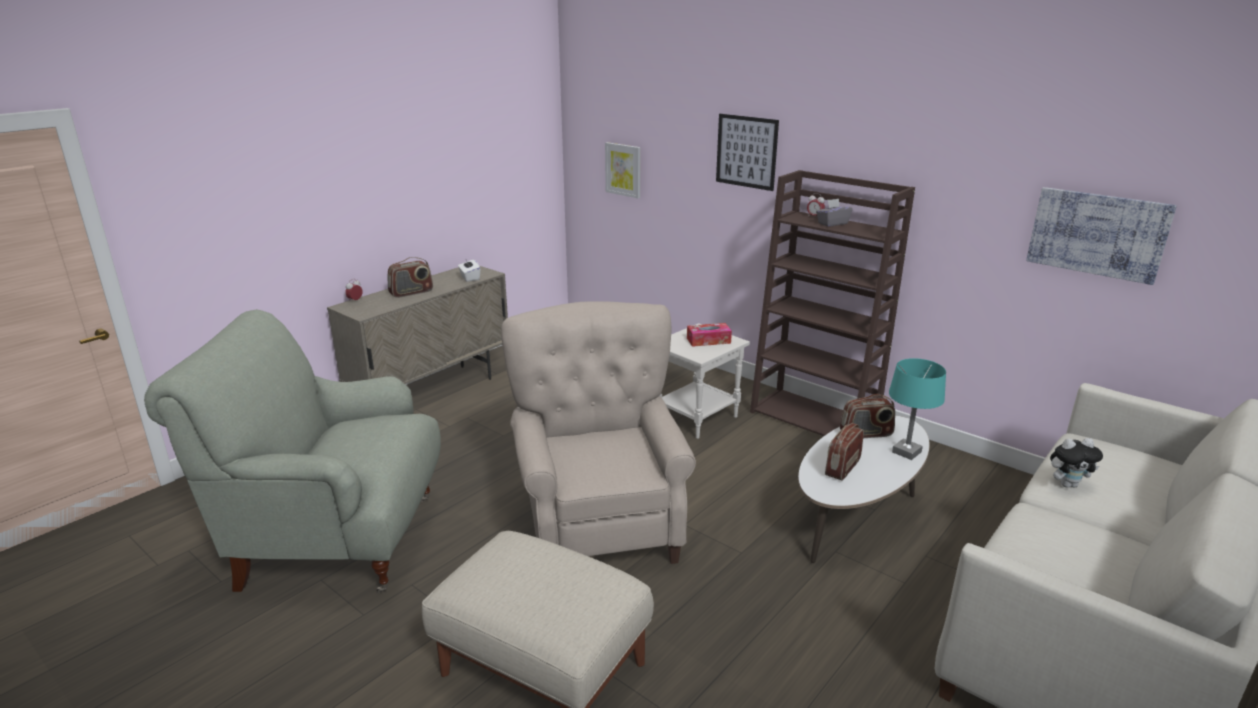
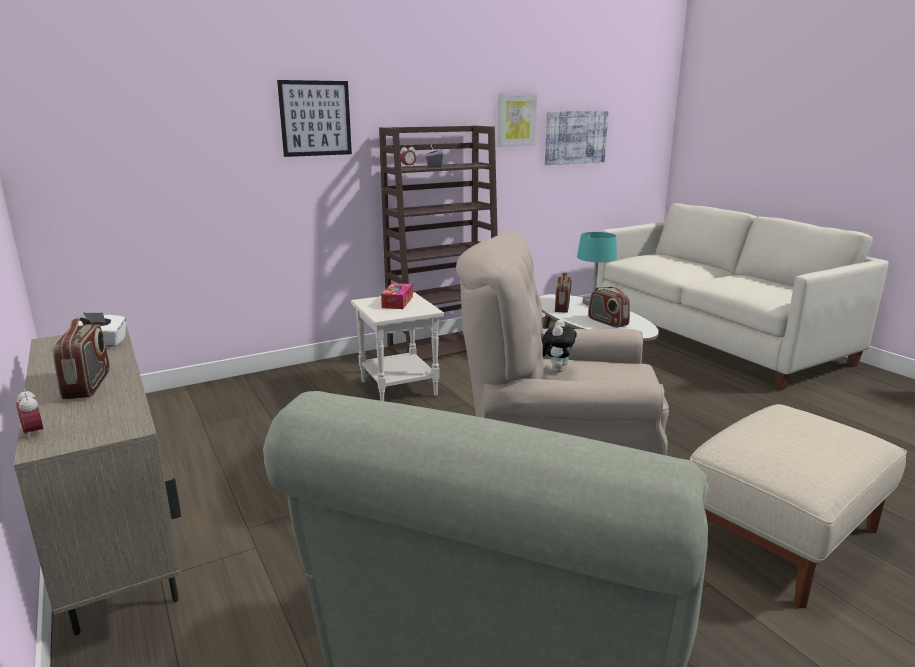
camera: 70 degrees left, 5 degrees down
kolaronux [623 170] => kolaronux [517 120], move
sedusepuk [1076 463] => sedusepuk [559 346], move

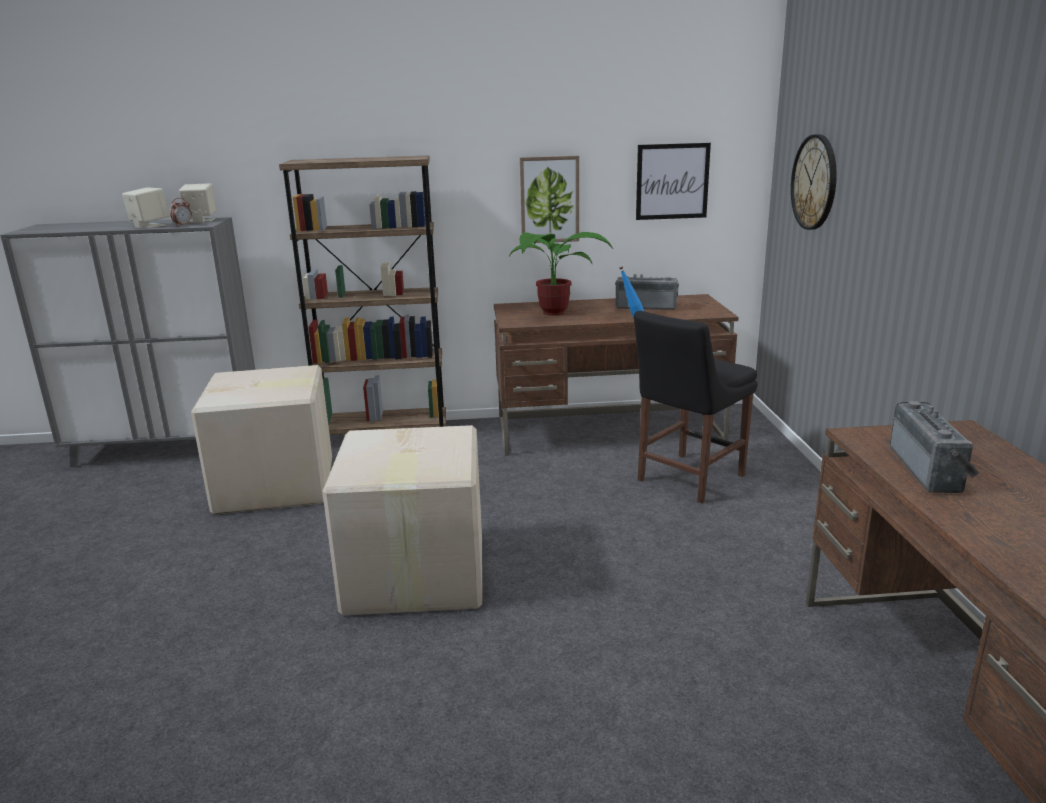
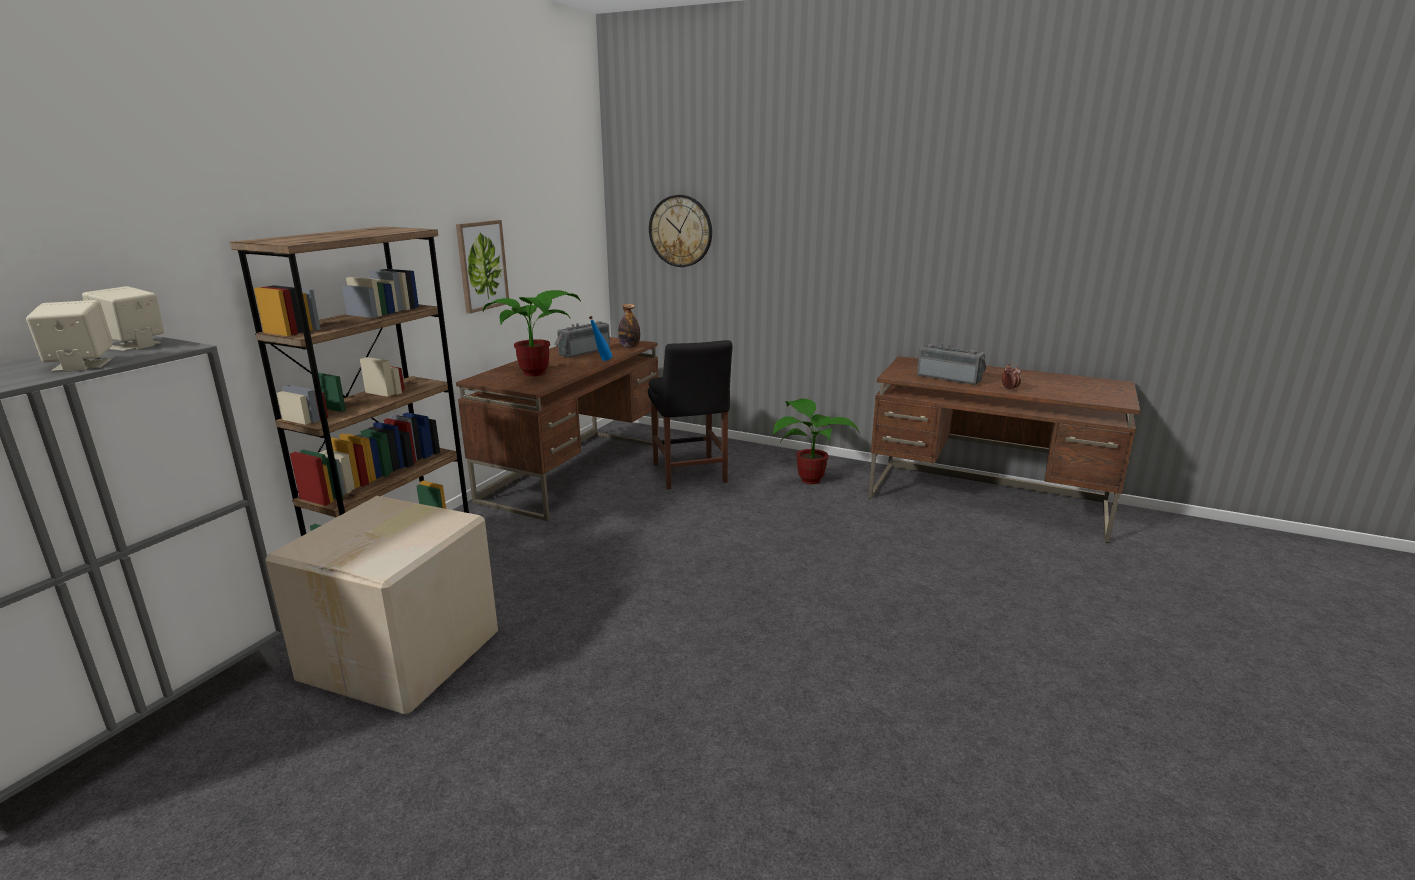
camera: 60 degrees left, 0 degrees up
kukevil [402 520] => nothing
kolaronux [673 181] => nothing
nothing => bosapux [629 326]
nothing => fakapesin [816 441]
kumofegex [181 212] => kumofegex [1011 377], move

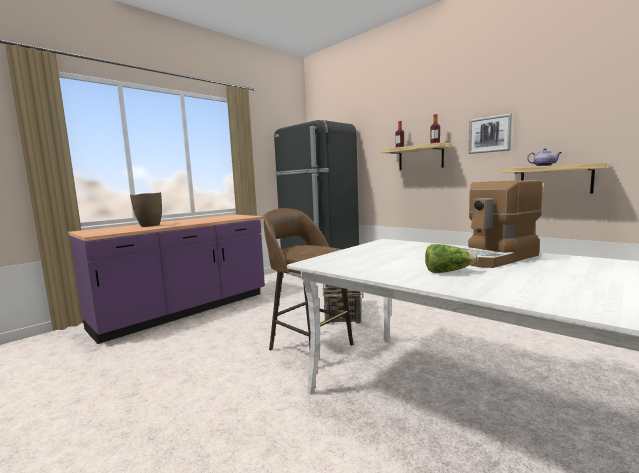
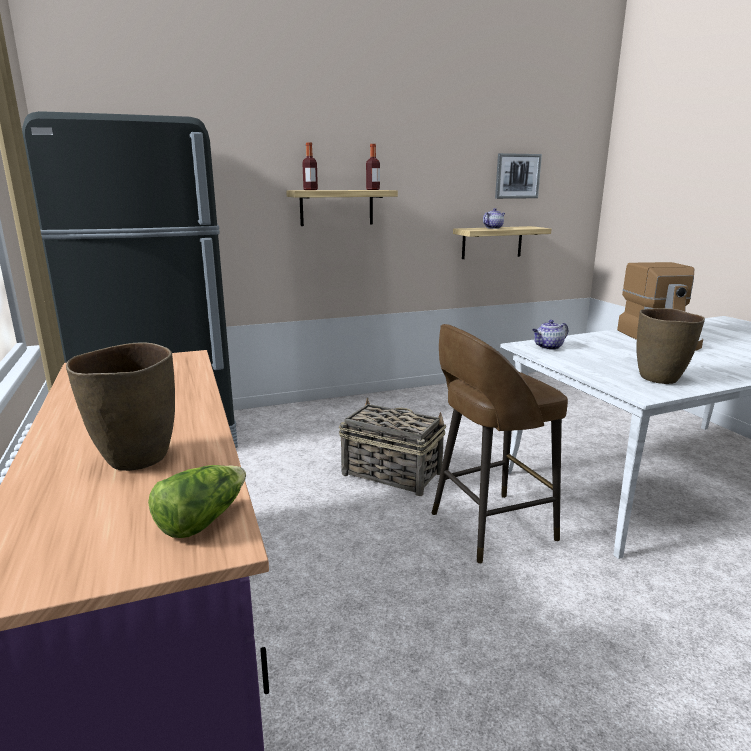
camera: 65 degrees left, 10 degrees up
nothing => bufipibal [550 335]
nothing => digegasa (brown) [670 346]
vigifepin [451 258] => vigifepin [197 501], move
kolaronux [490 134] => kolaronux [518 176], move

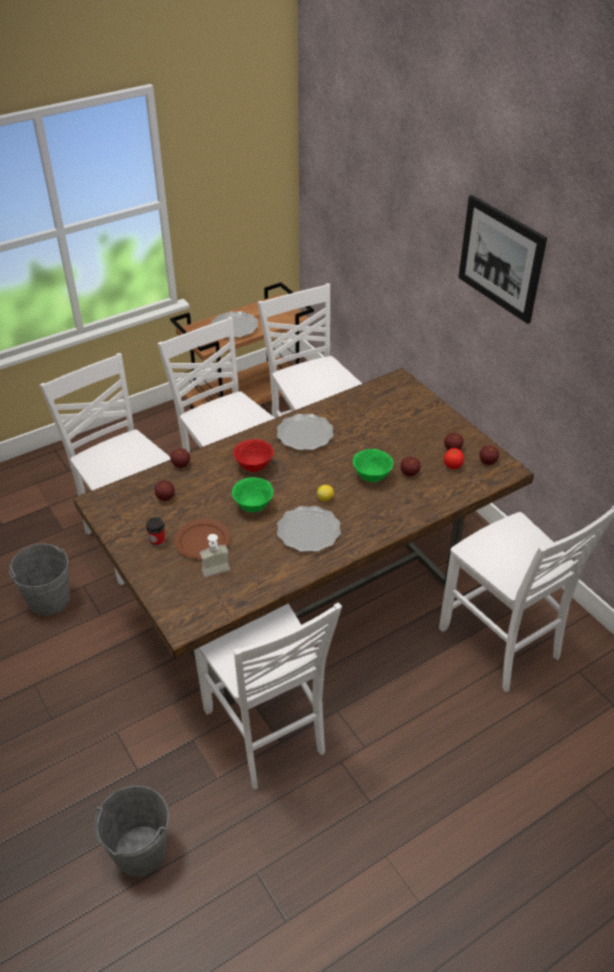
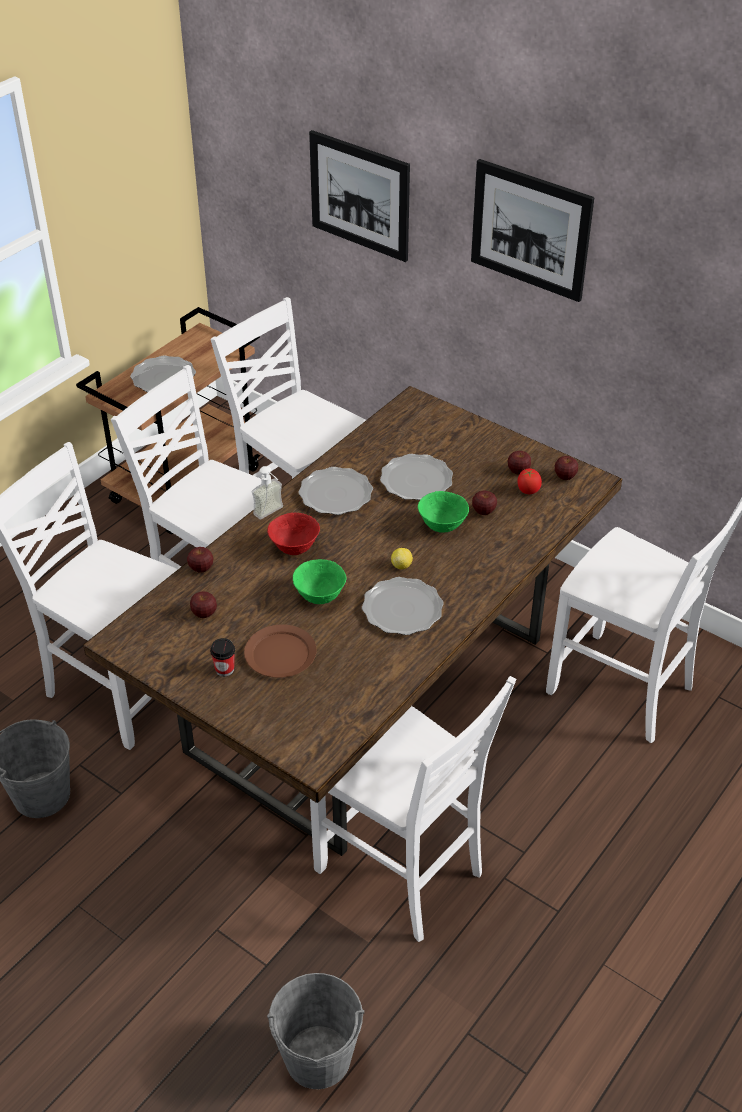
camera: 20 degrees left, 0 degrees up
nothing => kolaronux [359 196]
nothing => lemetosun [416 477]
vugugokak [215 555] => vugugokak [267 492], move

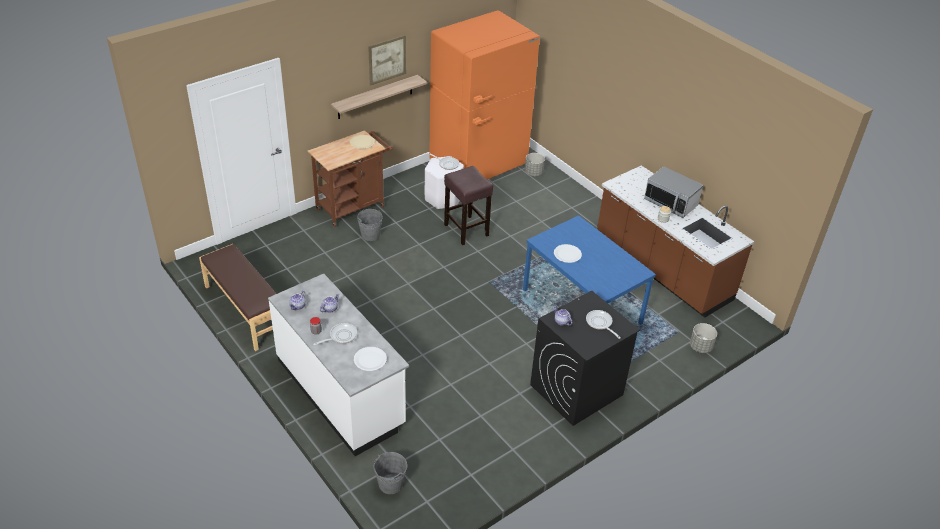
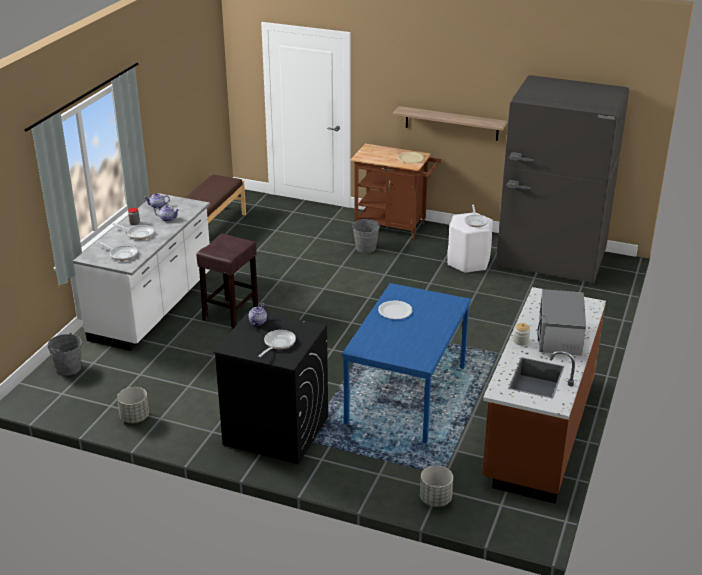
camera: 60 degrees right, 10 degrees down
kolaronux [387 60] => nothing
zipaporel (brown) [468 205] => zipaporel (brown) [227 281], move
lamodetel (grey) [535 164] => lamodetel (grey) [133 405], move
lemetosun (white) [370 359] => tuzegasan [117 251]
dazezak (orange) [484 94] => dazezak (grey) [562 179]

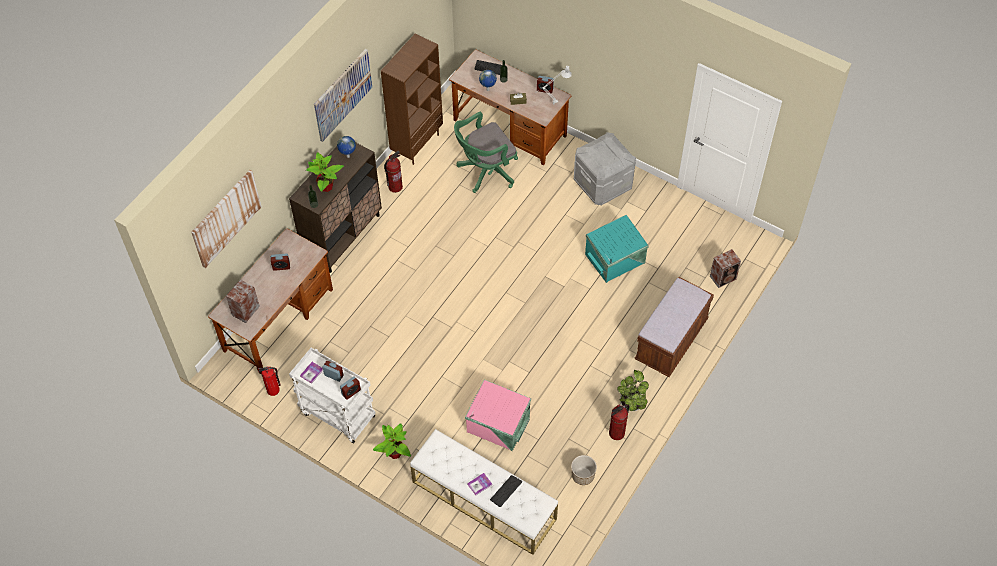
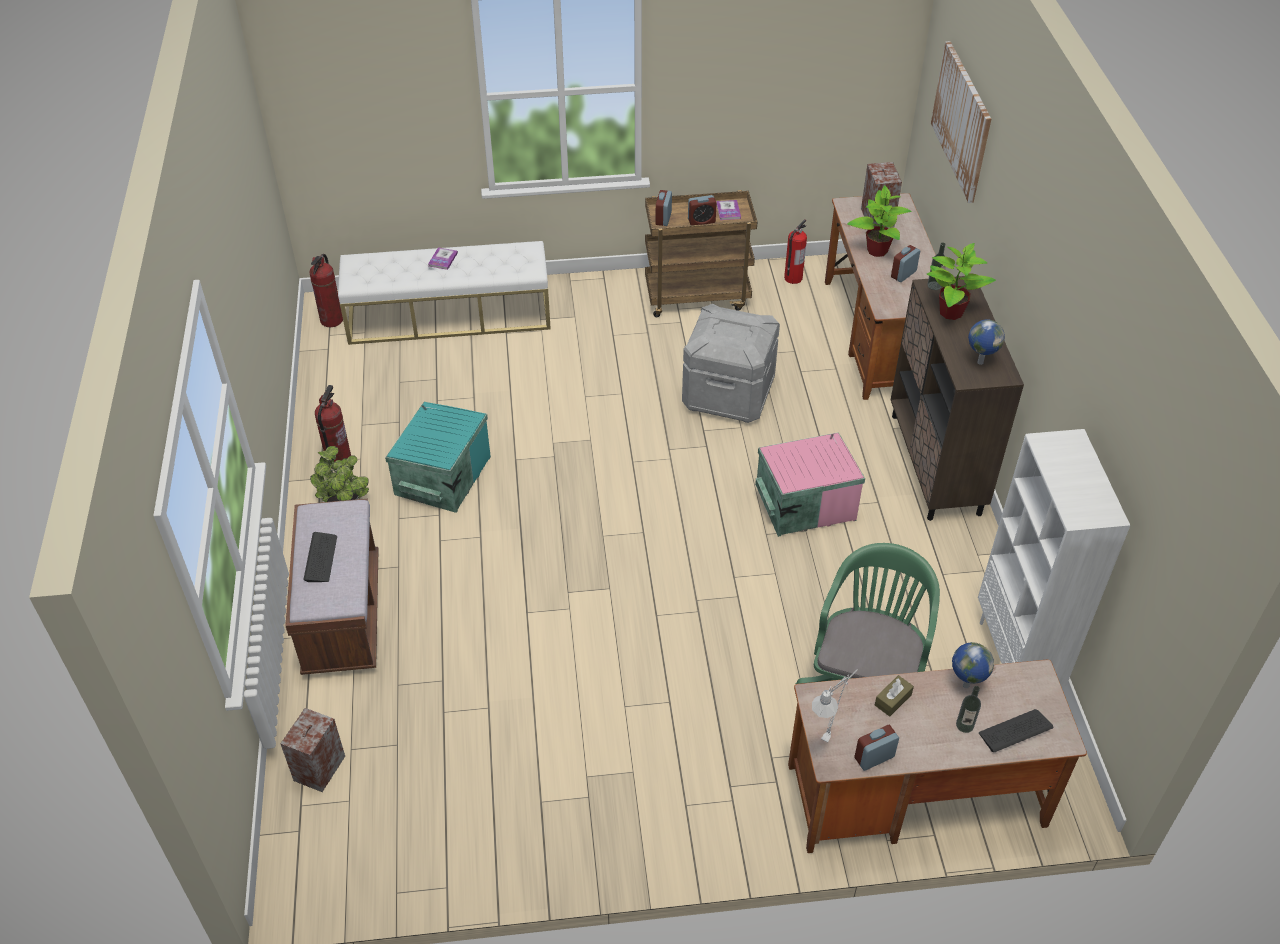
camera: 140 degrees right, 10 degrees down
kolaronux [343 95] => nothing
lamodetel [584 470] => nothing
fakapesin [392 441] => fakapesin [879 221], move
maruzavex [393 172] => maruzavex [326 290], move
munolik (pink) [498 415] => munolik (pink) [810 484], move
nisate [506 491] => nisate [320 557], move
munolik (grey) [605 168] => munolik (grey) [731 363], move
munolik (turquoise) [617 249] => munolik (turquoise) [438 457], move
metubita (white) [332 395] => metubita (brown) [701 253]
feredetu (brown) [412 99] => feredetu (white) [1054 557]

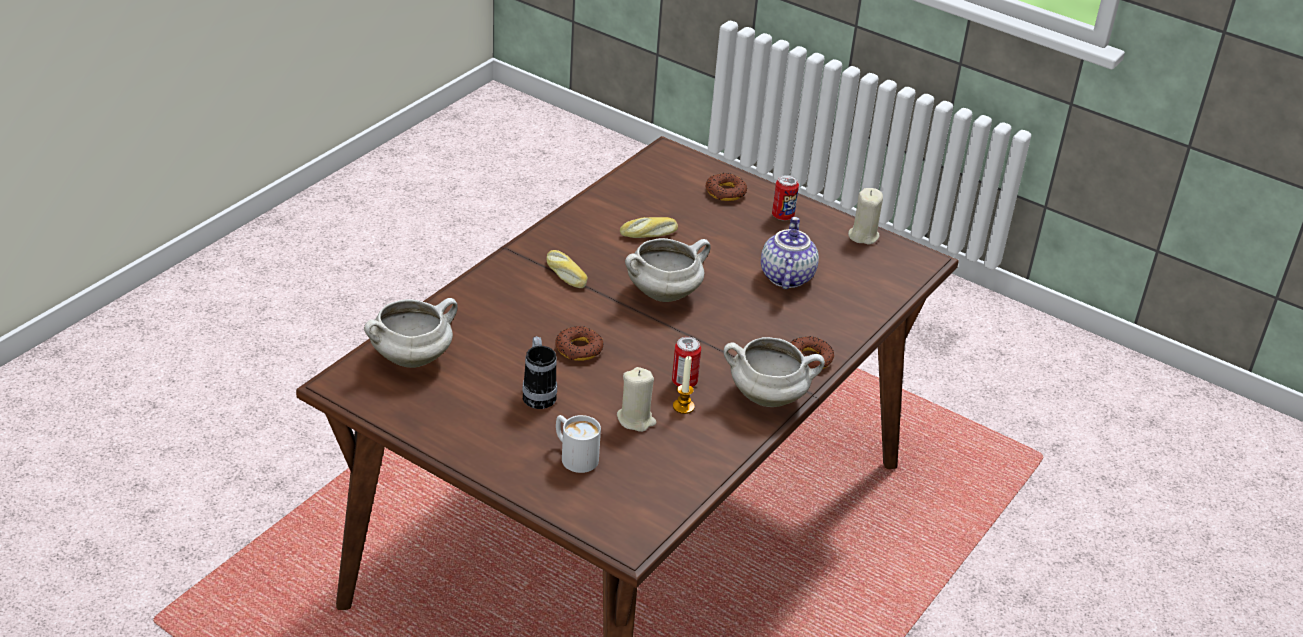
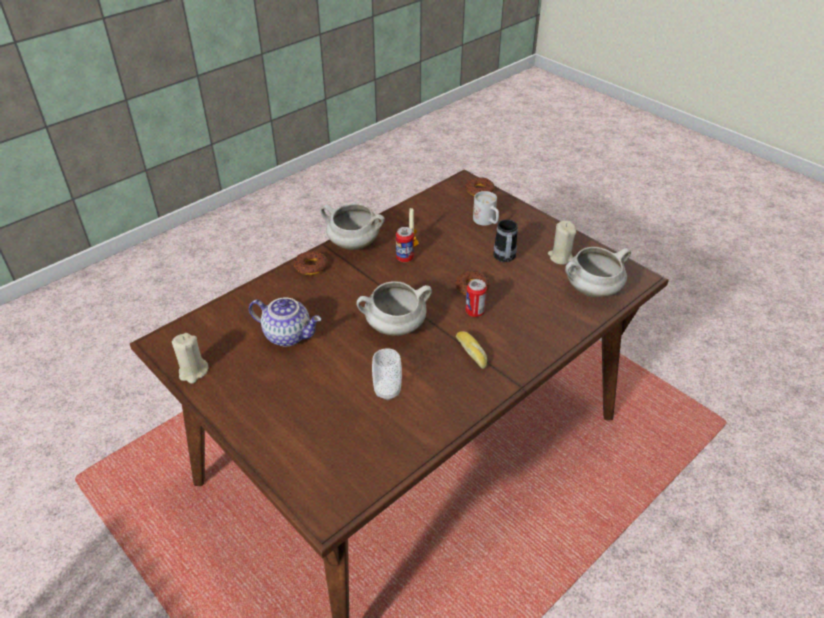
camera: 165 degrees left, 5 degrees up
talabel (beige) [636 399] => talabel (beige) [562 242], move
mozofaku [726 187] => mozofaku [480 186], move
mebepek [785 197] => mebepek [476 298], move
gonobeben [649 227] => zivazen [387 374]
bufipibal [790 253] => bufipibal [285 322], 90 degrees counterclockwise

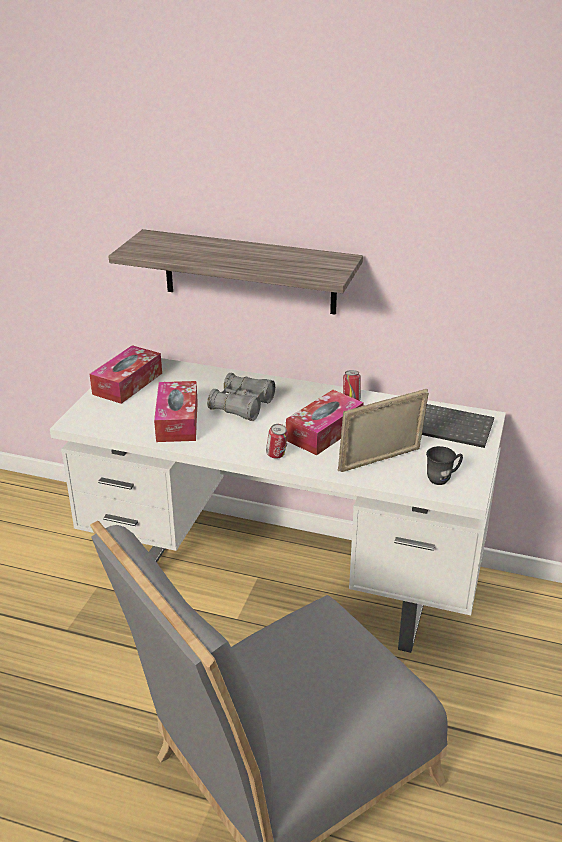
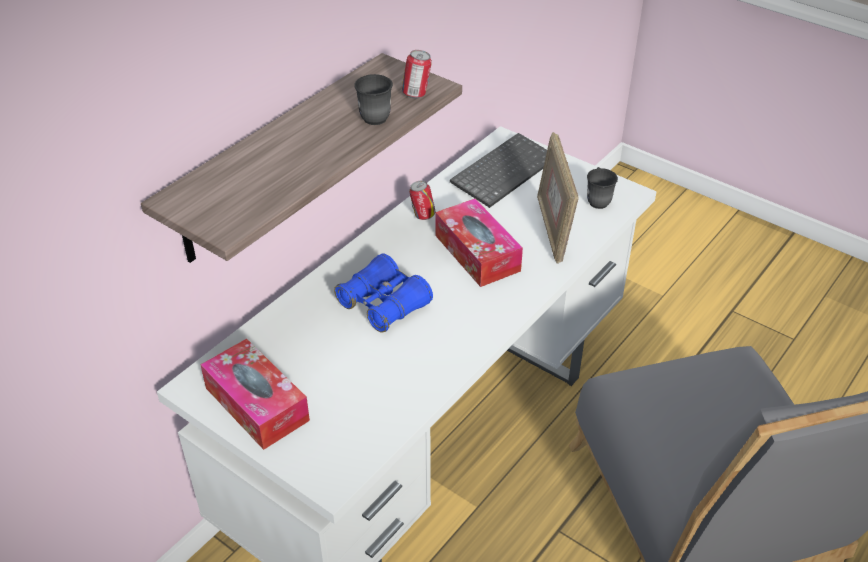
camera: 70 degrees left, 10 degrees up
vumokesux [176 411] => nothing
nothing => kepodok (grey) [374 99]
mebepek [277 441] => mebepek [417 74], move
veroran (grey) [241 397] => veroran (blue) [383 293]

